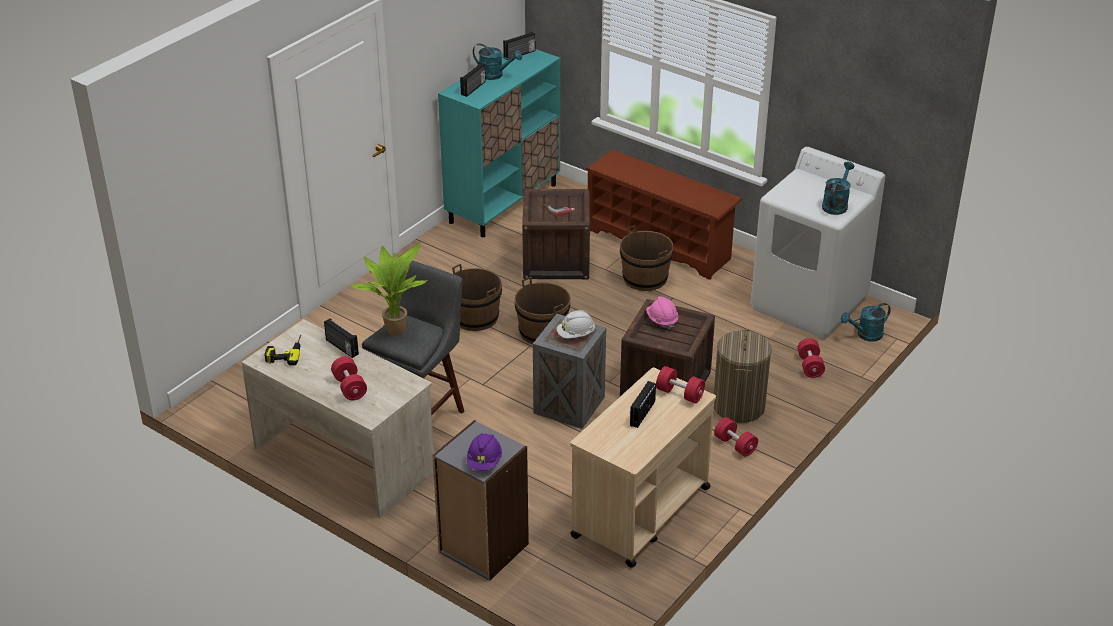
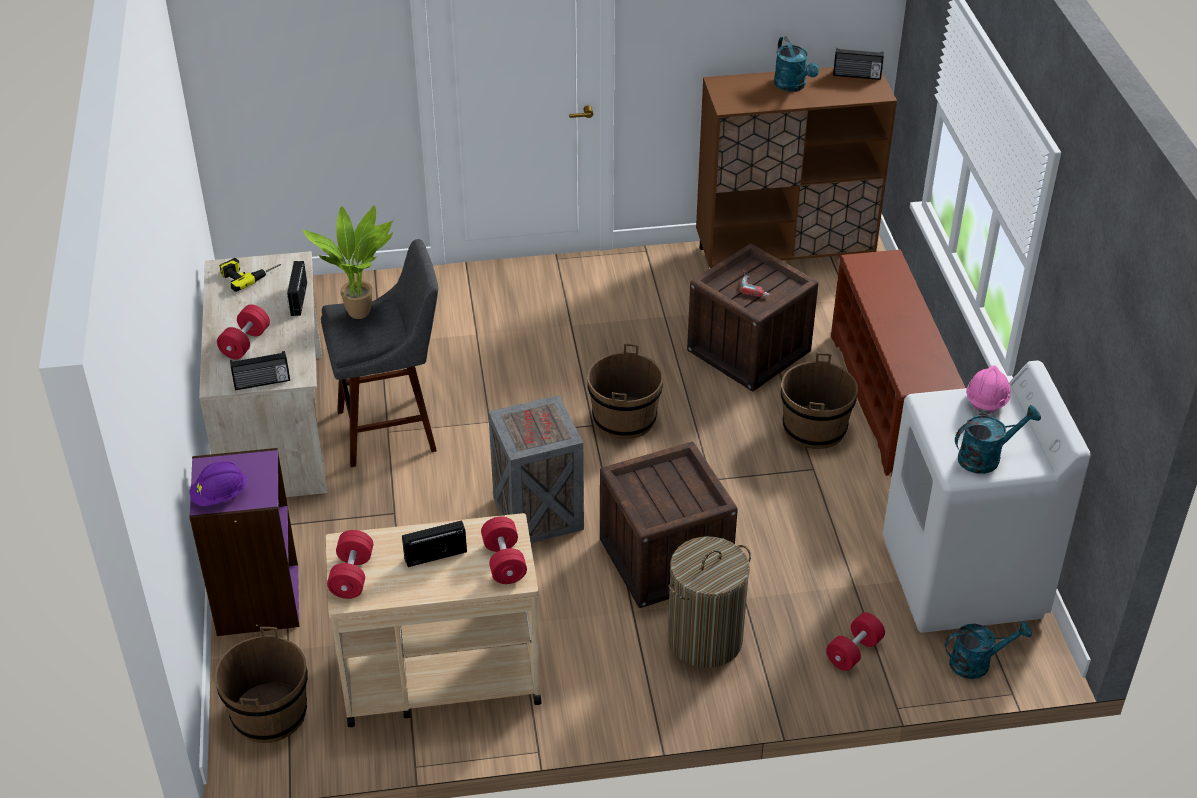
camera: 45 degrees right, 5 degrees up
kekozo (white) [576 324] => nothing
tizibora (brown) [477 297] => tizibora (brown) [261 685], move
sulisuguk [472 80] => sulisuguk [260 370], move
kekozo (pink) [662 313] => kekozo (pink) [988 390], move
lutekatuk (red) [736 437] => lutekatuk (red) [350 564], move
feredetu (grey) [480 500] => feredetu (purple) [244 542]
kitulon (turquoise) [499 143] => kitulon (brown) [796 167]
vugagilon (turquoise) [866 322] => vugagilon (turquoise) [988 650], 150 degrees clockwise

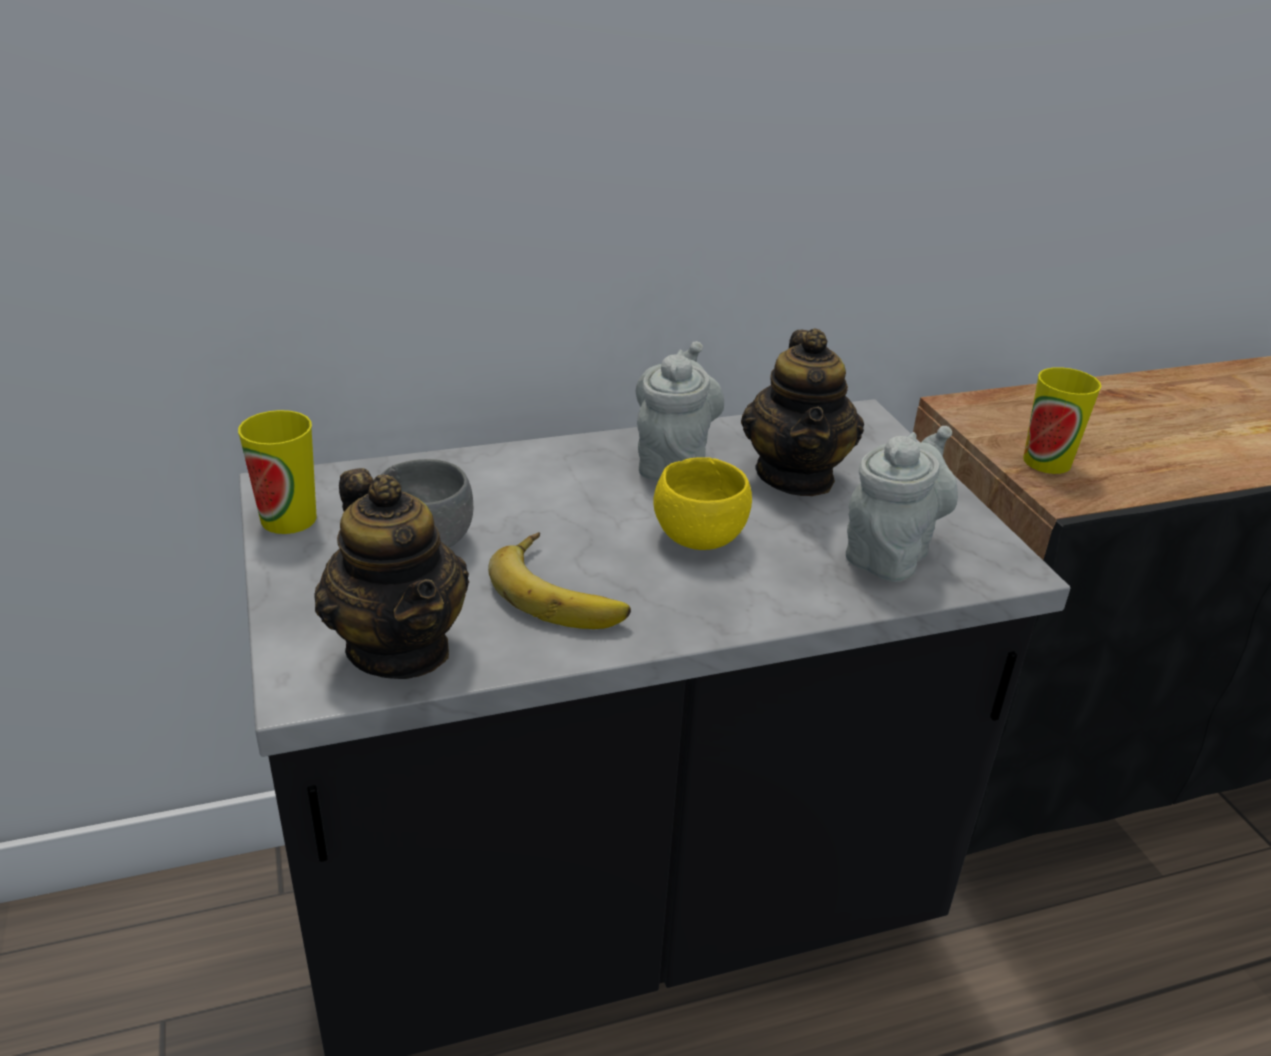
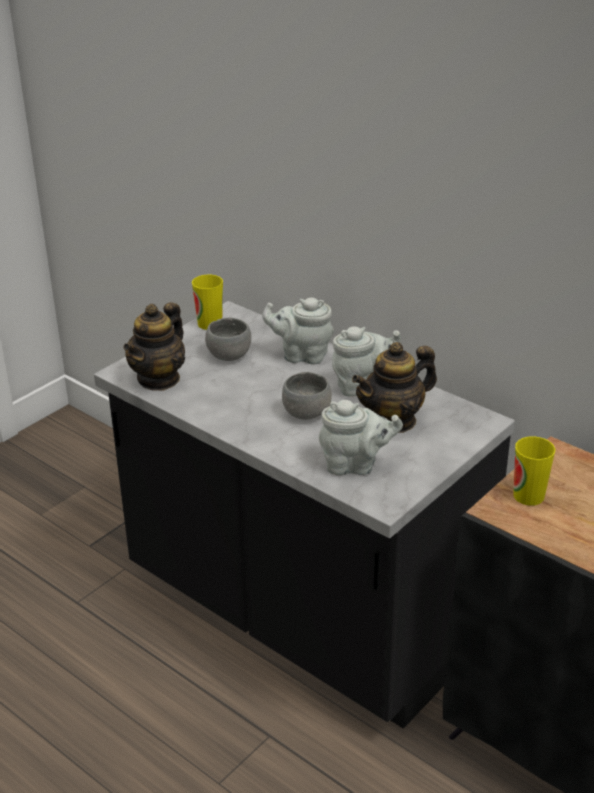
camera: 60 degrees right, 0 degrees up
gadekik [559 580] => nothing
nothing => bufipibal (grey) [298 331]
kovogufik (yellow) [702 503] => kovogufik (grey) [307 396]

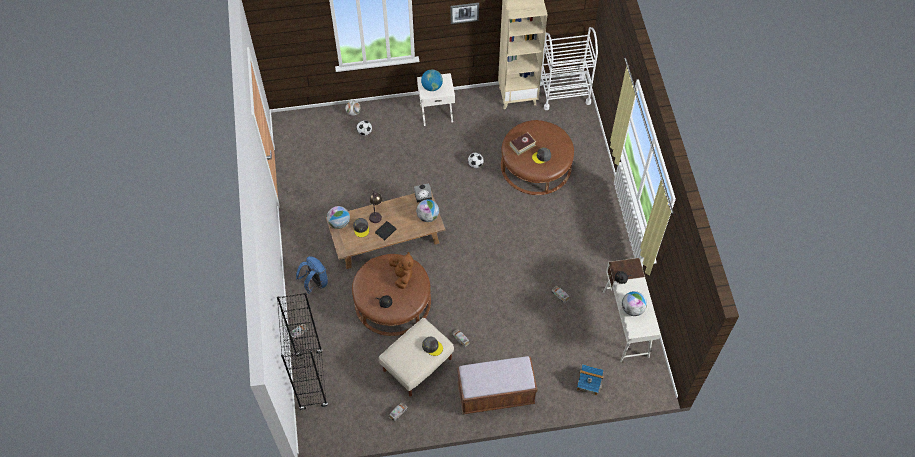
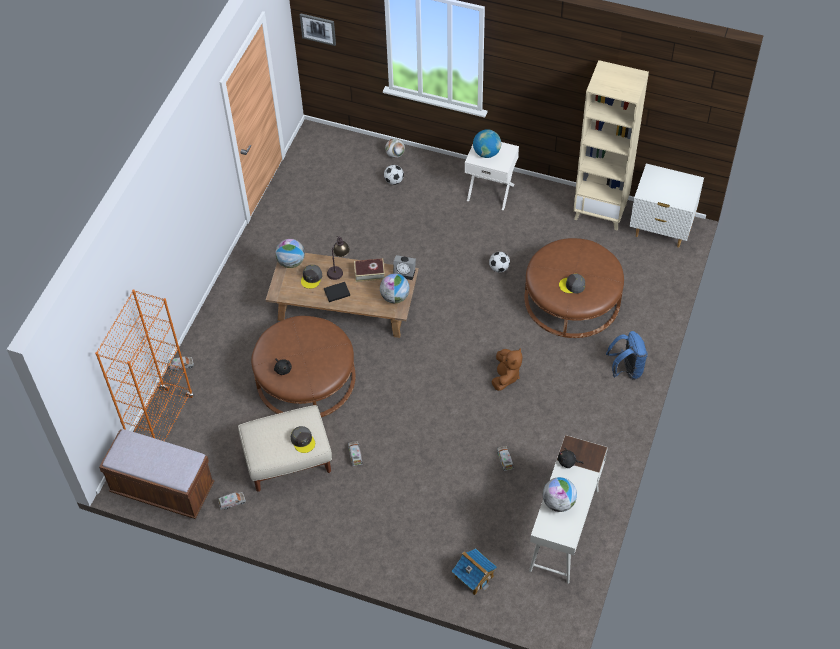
camera: 30 degrees right, 5 degrees down
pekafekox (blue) [312 275] => pekafekox (blue) [627 355], move
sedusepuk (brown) [401 270] => sedusepuk (brown) [506 369], move
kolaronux [465 13] => kolaronux [318 29], move
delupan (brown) [497 385] => delupan (brown) [156 474], move
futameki [522 144] => futameki [369 270], move
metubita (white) [569 68] => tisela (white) [667 206]
feredetu (black) [302 351] => feredetu (orange) [144 365]

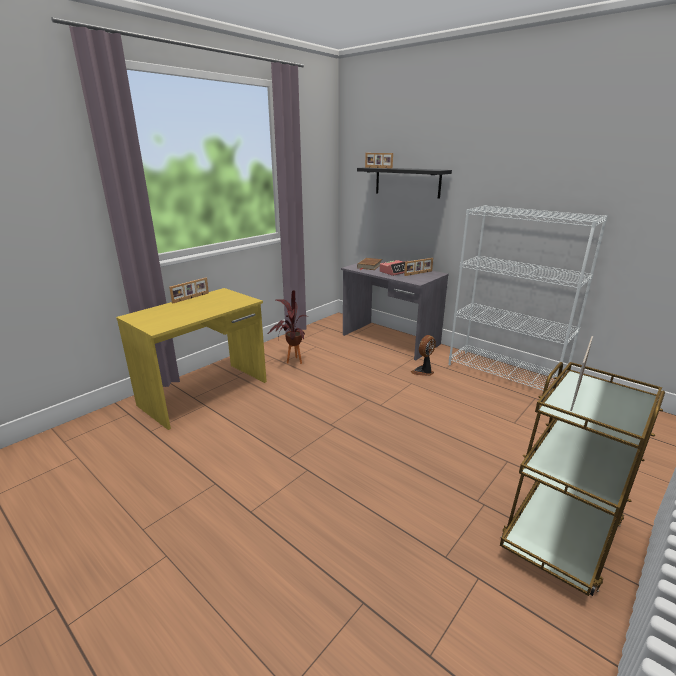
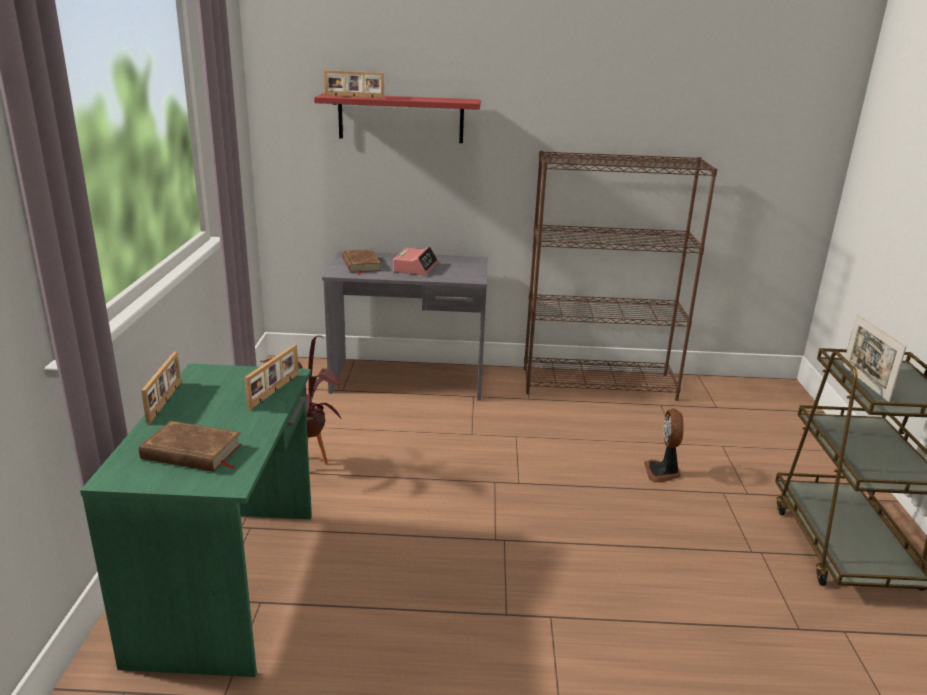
camera: 40 degrees left, 0 degrees up
nothing => futameki (brown) [190 446]
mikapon [418 267] => mikapon [271 377], move
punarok [423 355] => punarok [664 446], move
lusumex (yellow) [191 359] => lusumex (green) [196 520]
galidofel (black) [404 183] => galidofel (red) [397 118]
feredetu (white) [528 297] => feredetu (brown) [621 276]

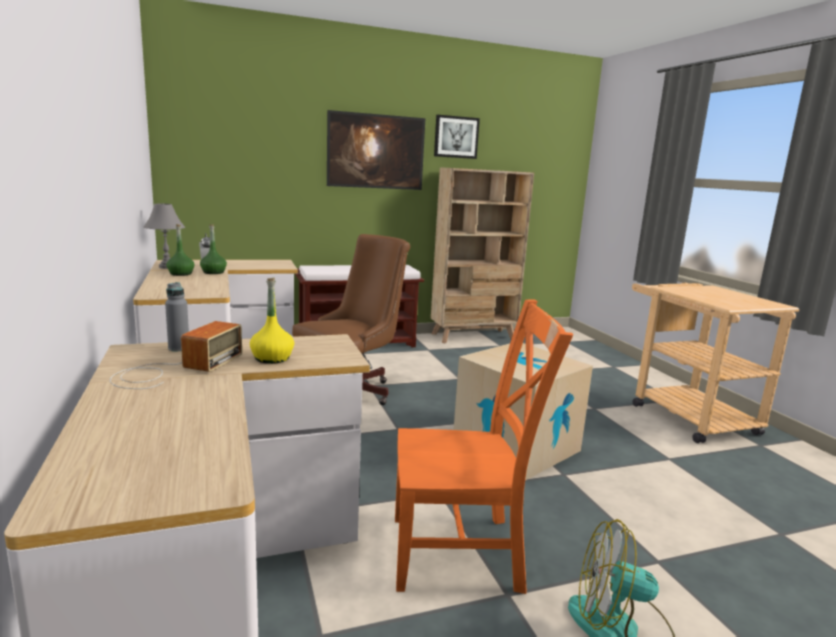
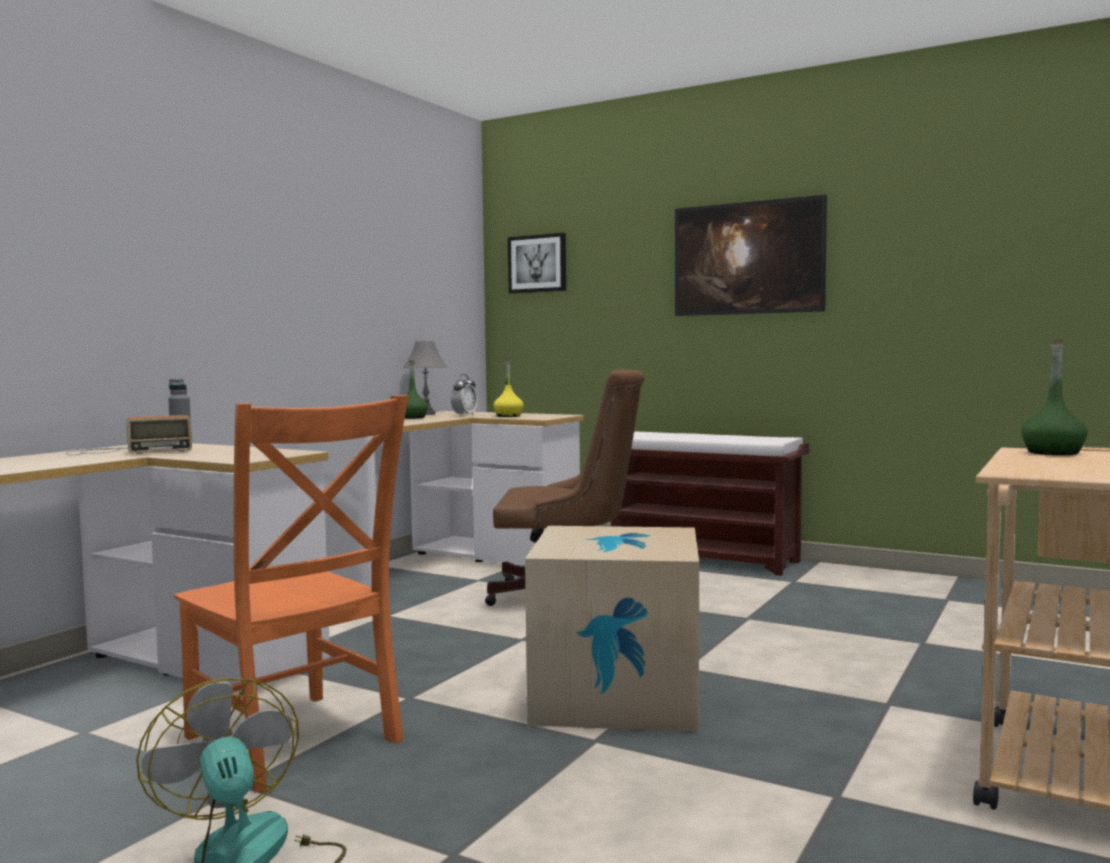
camera: 50 degrees right, 10 degrees down
feredetu (beige) [482 255] => nothing
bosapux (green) [213 249] => bosapux (green) [1054 397], move
bosapux (yellow) [272 321] => bosapux (yellow) [508 387], move
kolaronux [457 137] => kolaronux [537 263], move

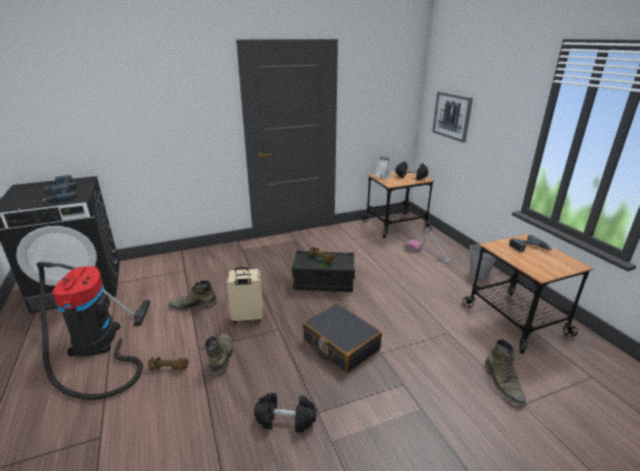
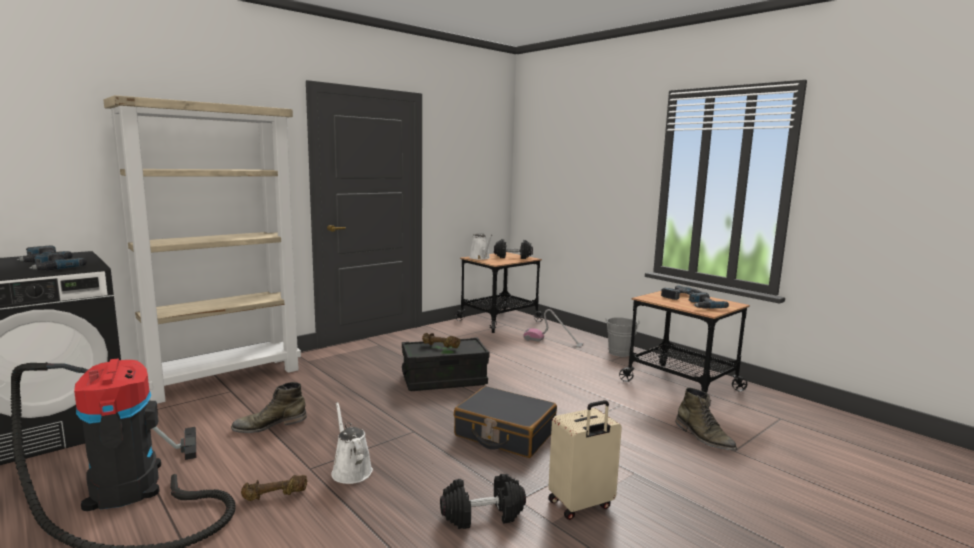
camera: 20 degrees left, 15 degrees down
kolaronux [452 117] => nothing
nothing => feredetu (beige) [202 249]
nothing => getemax [708 300]
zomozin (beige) [244 295] => zomozin (beige) [585 460], move
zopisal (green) [219 354] => vugagilon (white) [352 443]

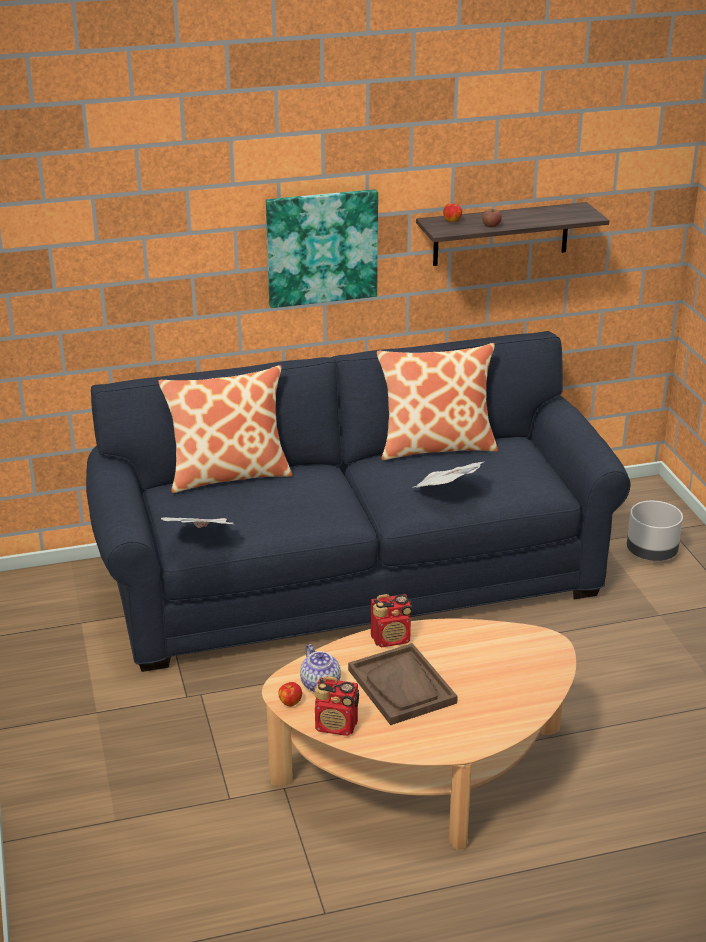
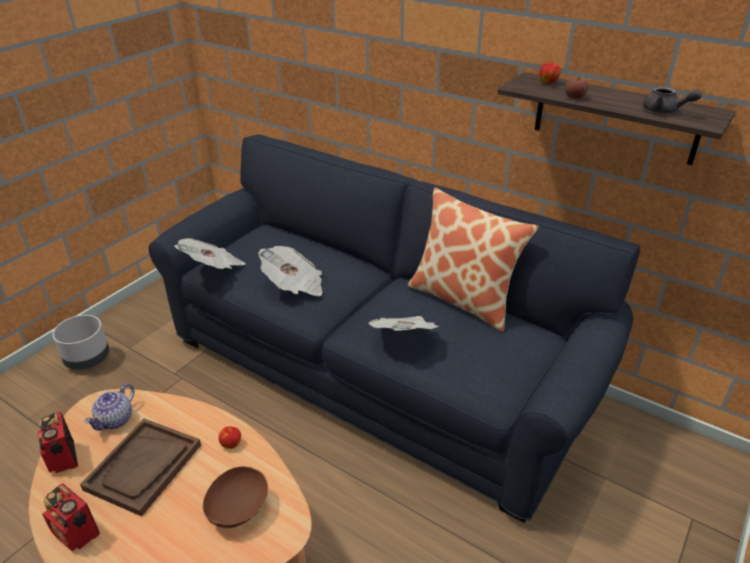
camera: 50 degrees right, 5 degrees up
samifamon [225 429] => nothing
kolaronux [322 248] => nothing
nothing => kovogufik (brown) [235 497]
nothing => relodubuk [290 271]
nothing => bufipibal (grey) [672 99]
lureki [290 694] => lureki [229 437], move
sulisuguk [391 621] => sulisuguk [71 517], move
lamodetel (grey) [655 531] => lamodetel (grey) [81 342], move

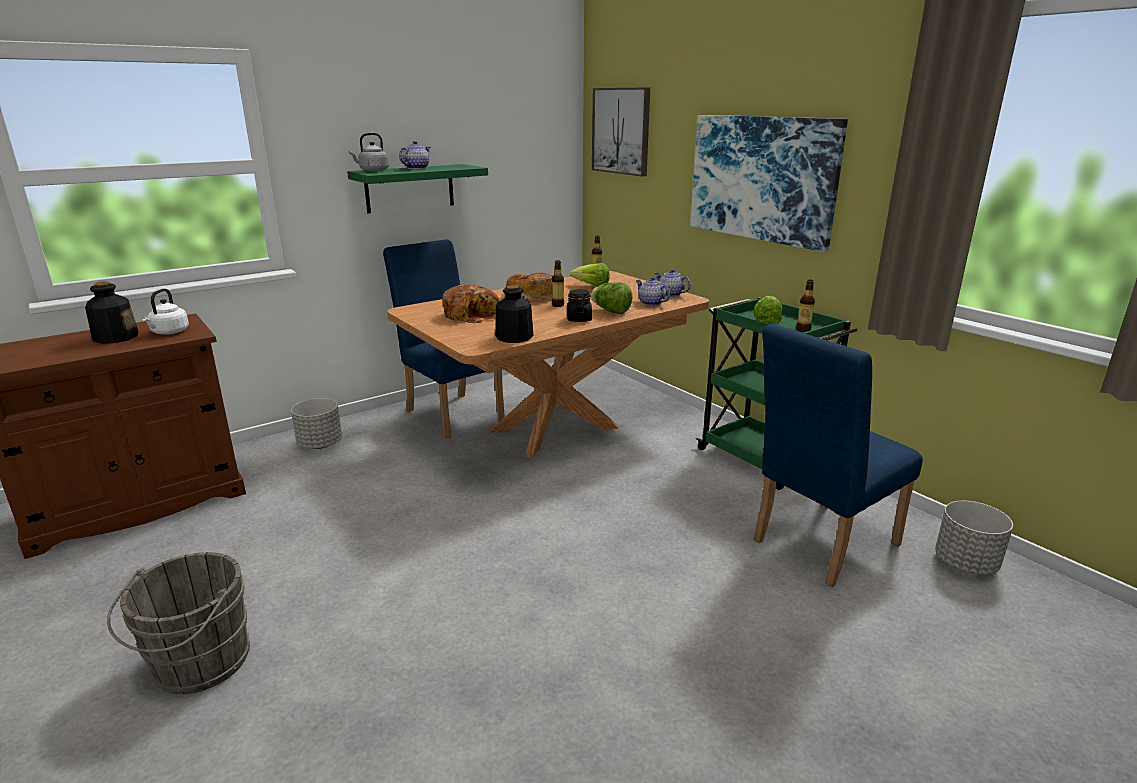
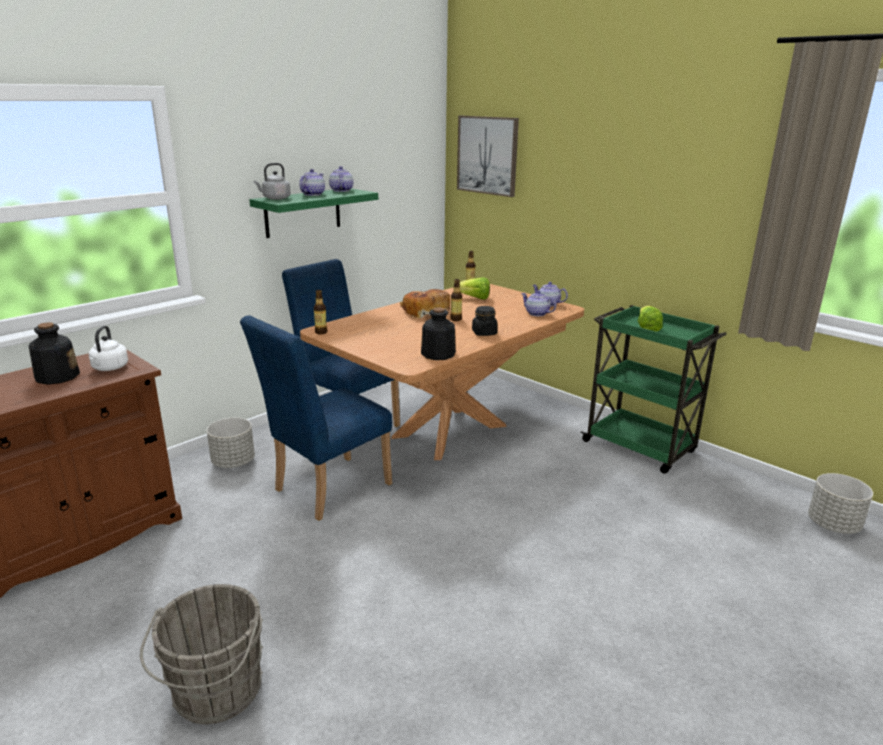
camera: 10 degrees left, 0 degrees up
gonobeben [470 304] => nothing
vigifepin [612 298] => nothing
kolaronux [769 183] => nothing
nothing => bufipibal [341 179]
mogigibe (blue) [838 455] => mogigibe (blue) [316 418], move
bosapux [805 306] => bosapux [320 312], move

